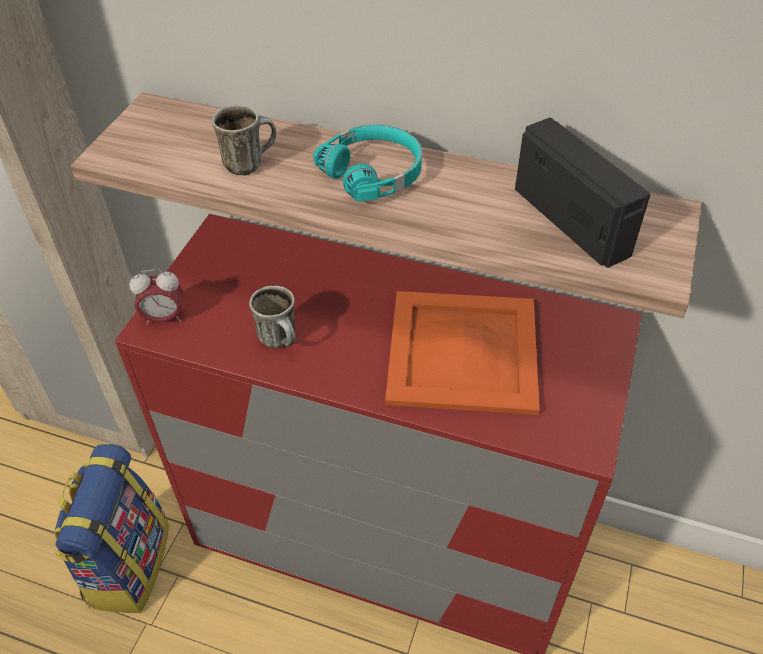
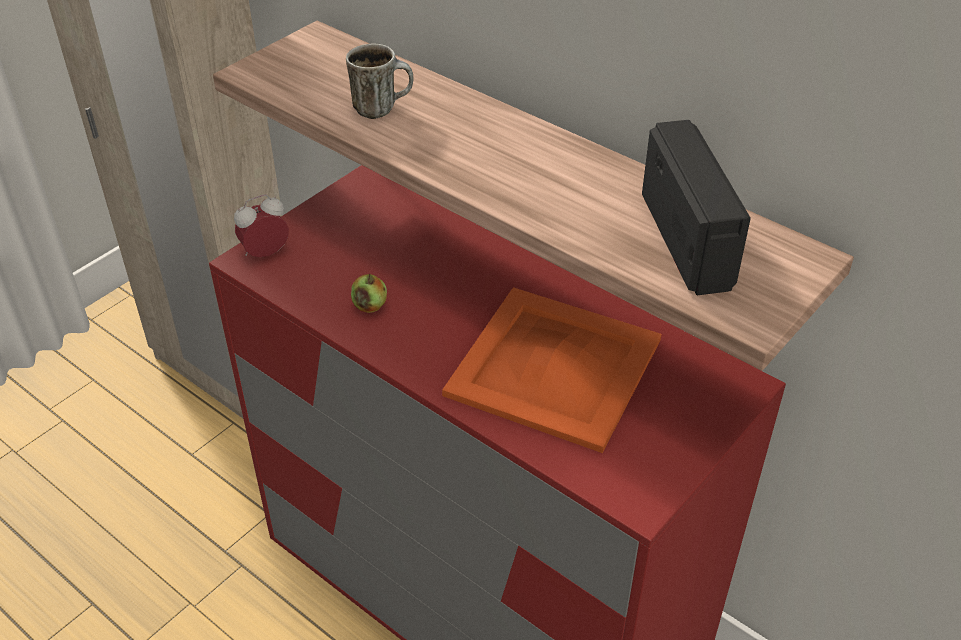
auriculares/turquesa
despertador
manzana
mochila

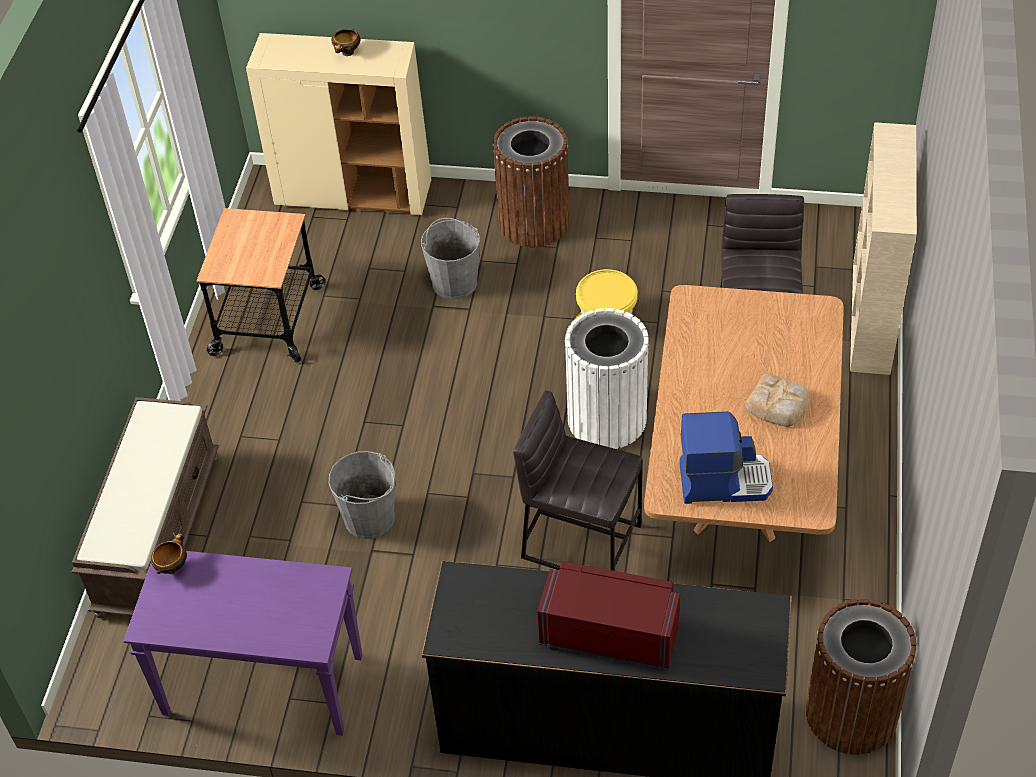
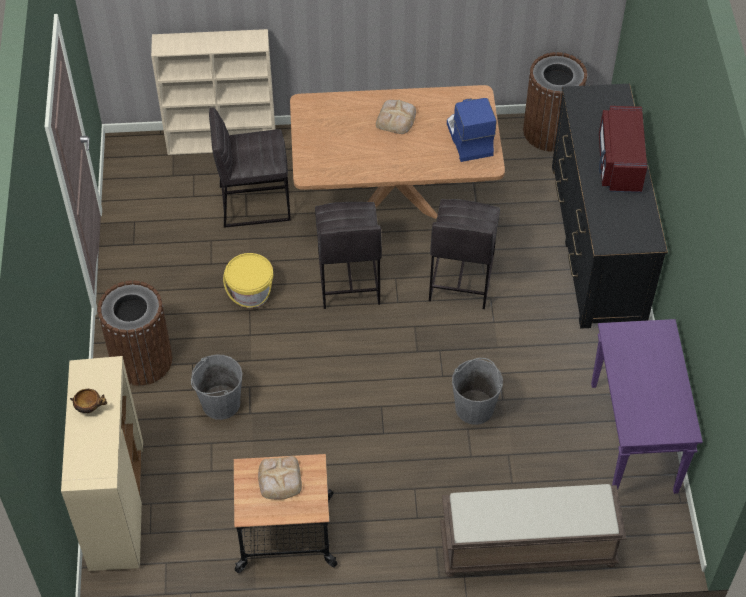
taburete/gris (2nd from left)
cuenco (1st from left in the first image)
pan (1st from left)

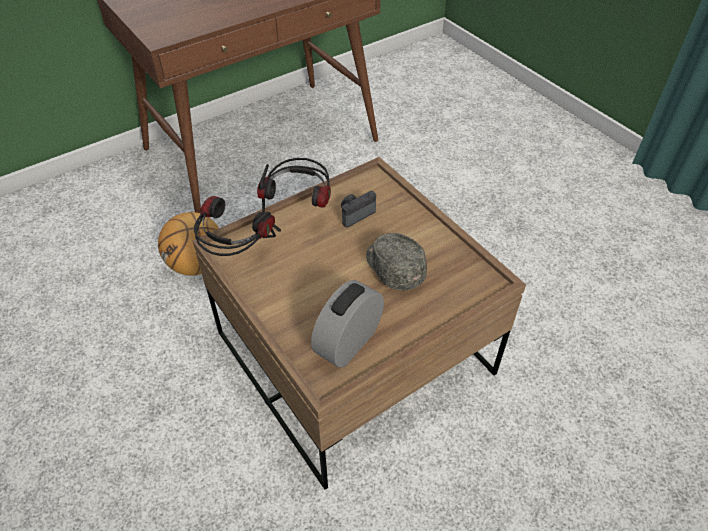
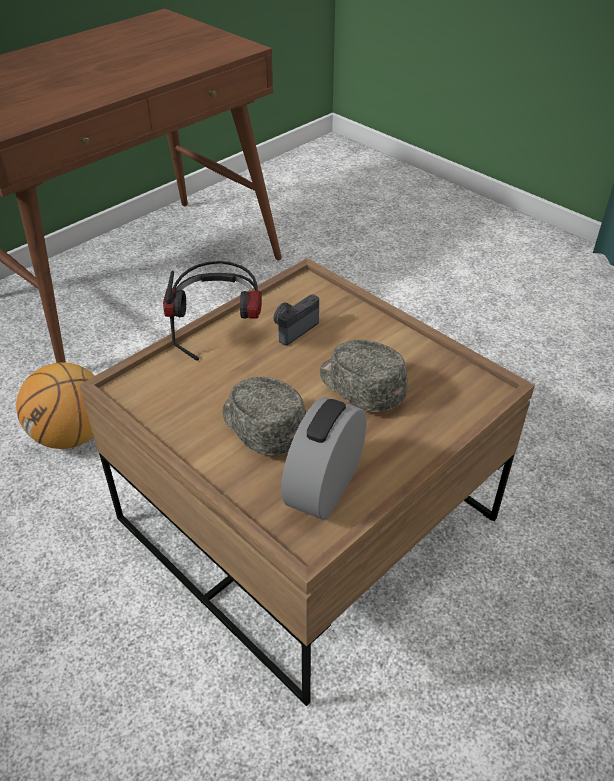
auriculares (1st from left in the first image)
gorra/gris (1st from left)

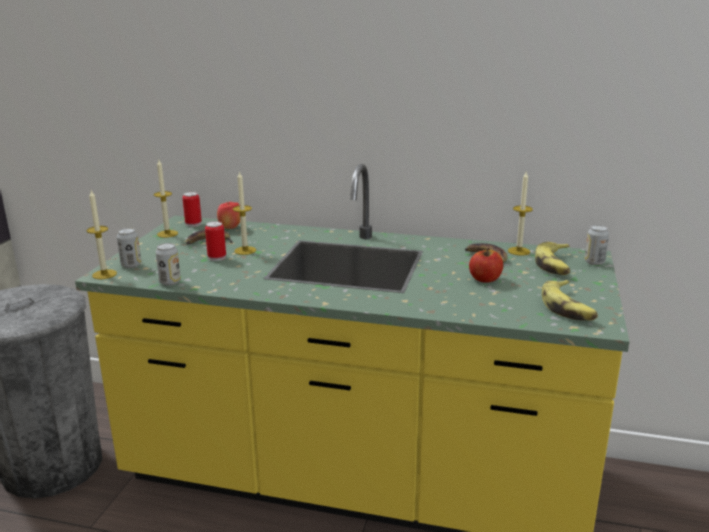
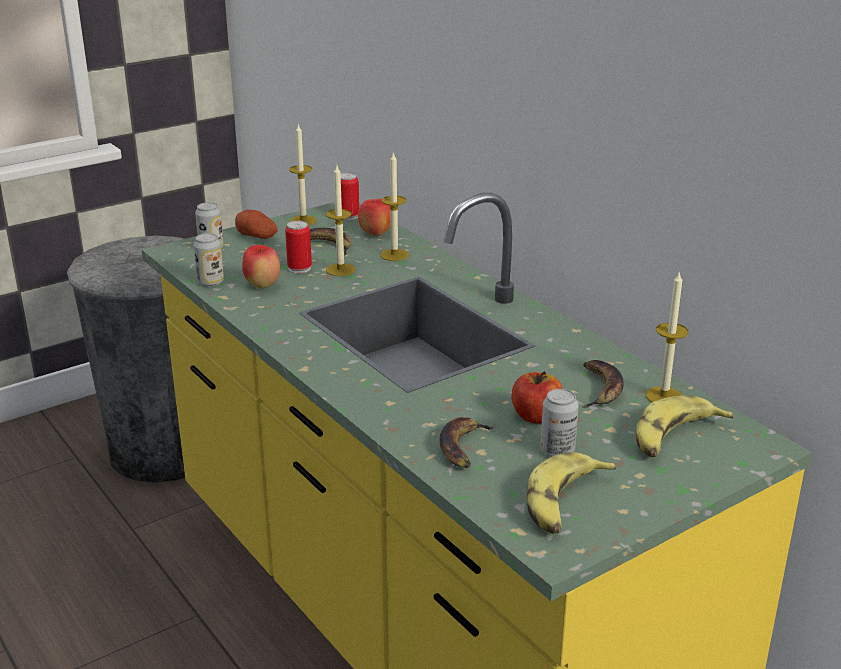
vela (3rd from left)
lata (5th from left)
patata
manzana (1st from left)
plátano (2nd from left)

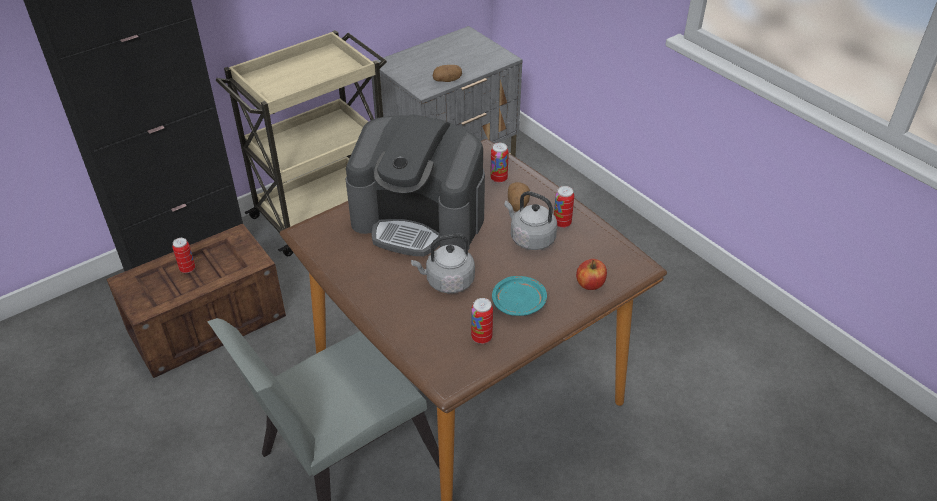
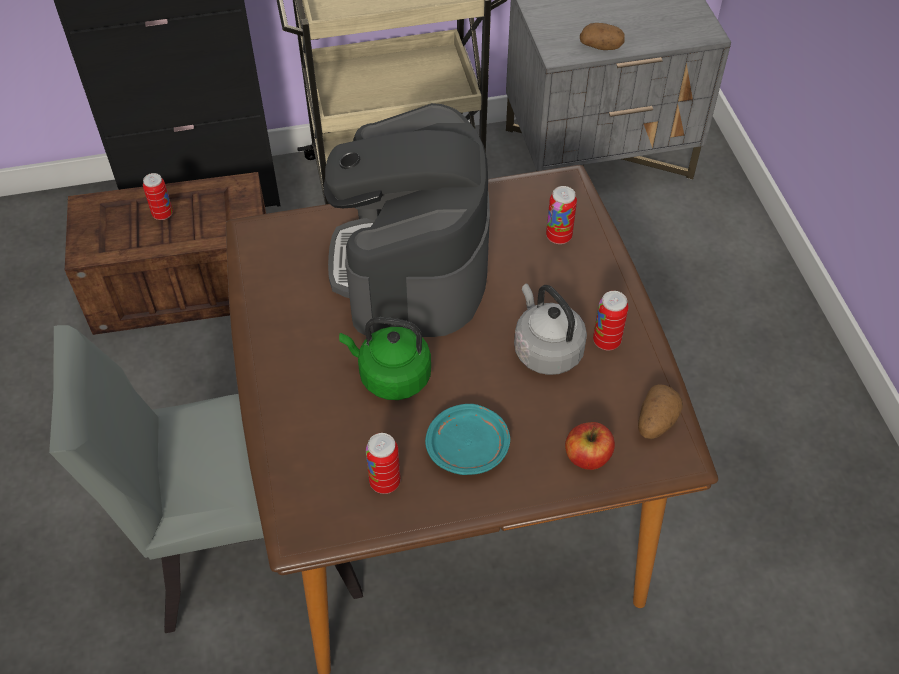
cafetera
patata (2nd from left)
hervidor/verde

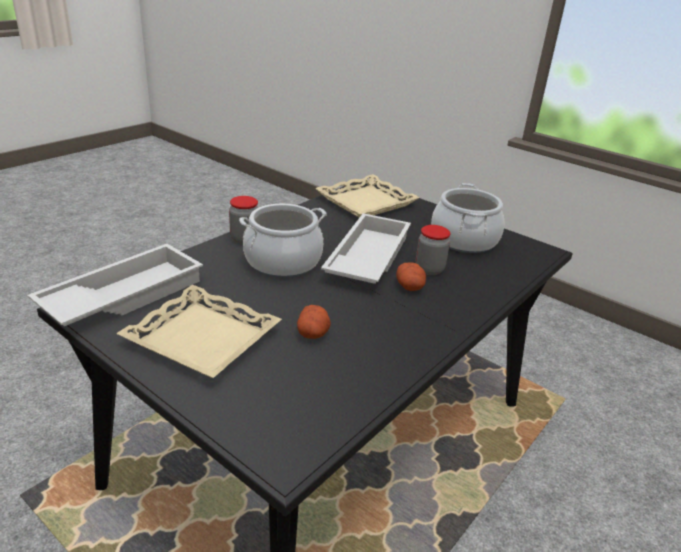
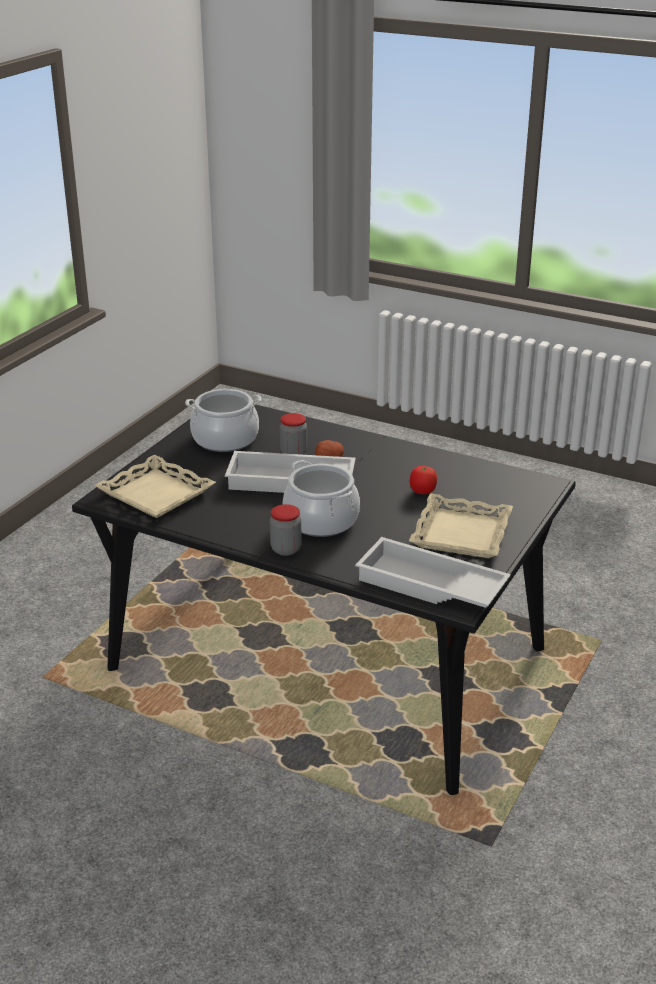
tomate

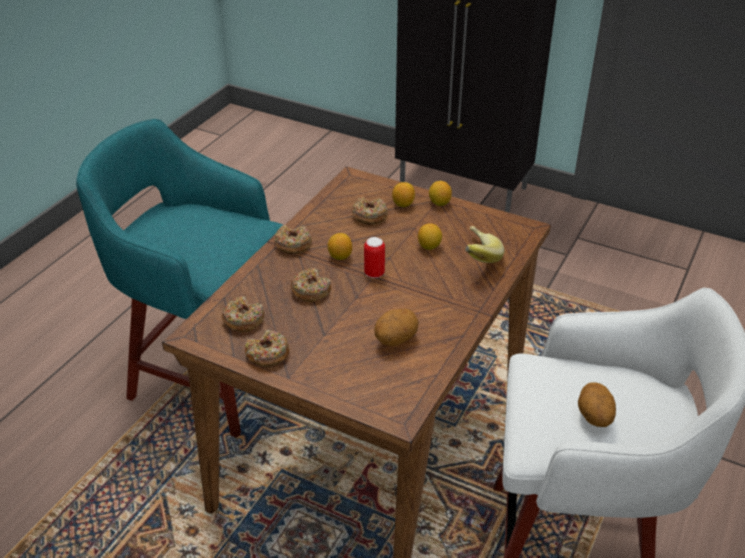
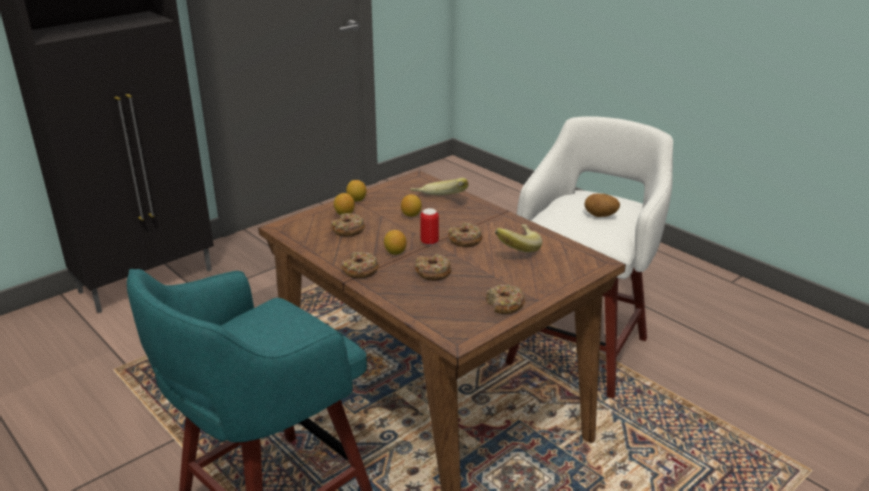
rosquilla (4th from left)
plátano (2nd from left)

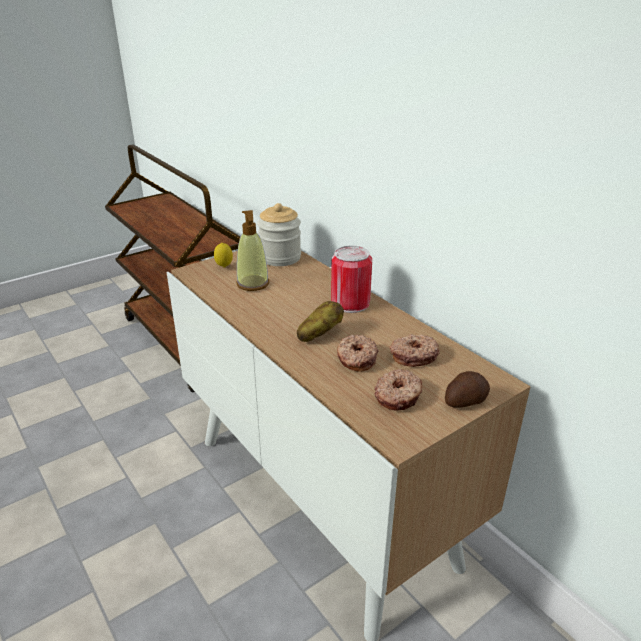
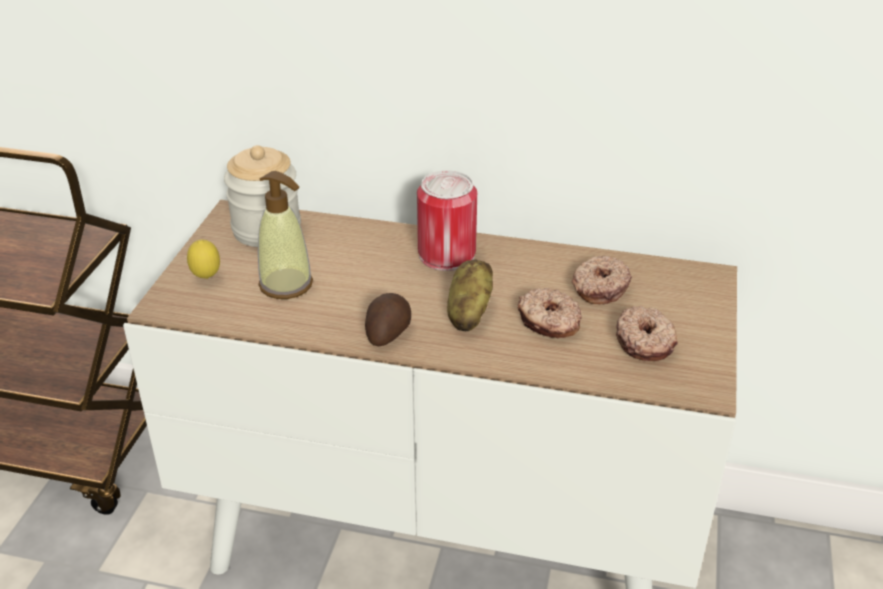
patata (1st from left)

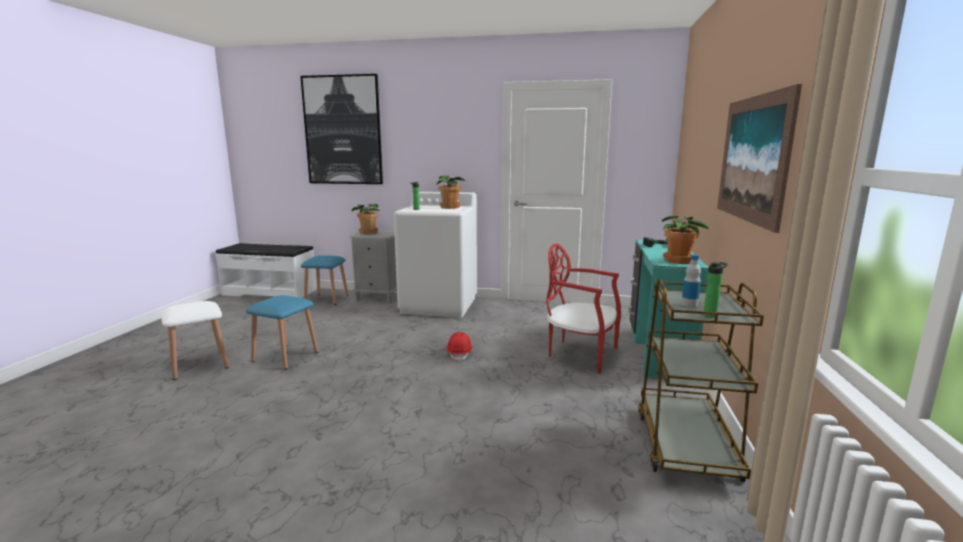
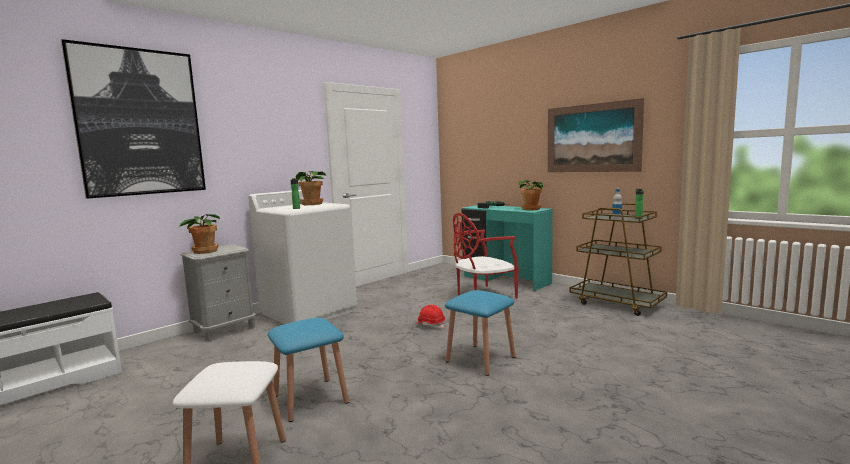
taburete/azul (2nd from left)

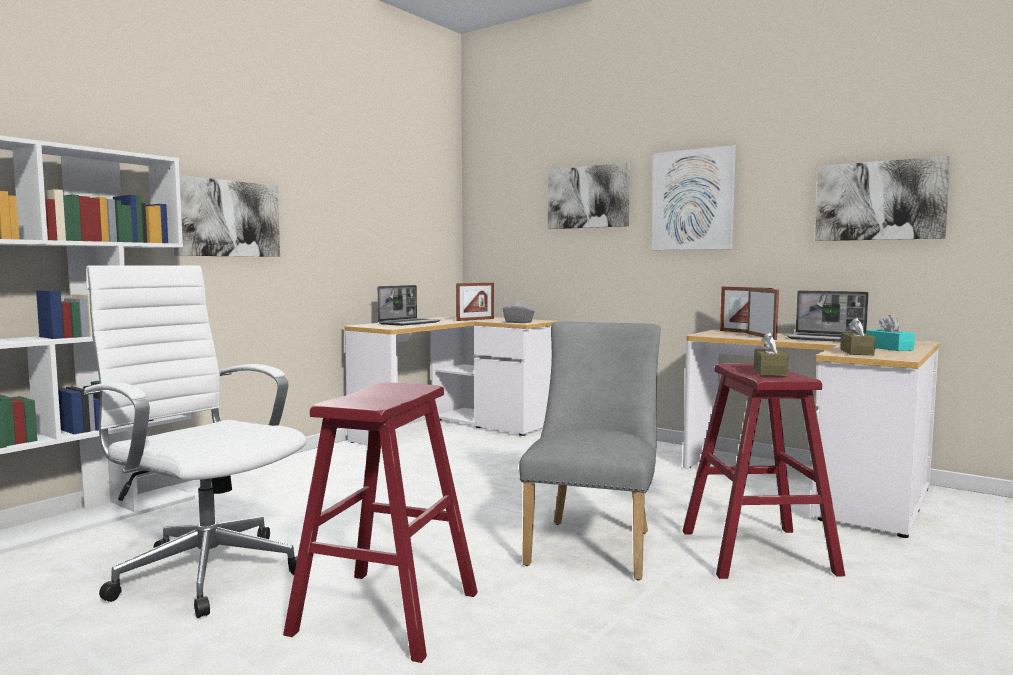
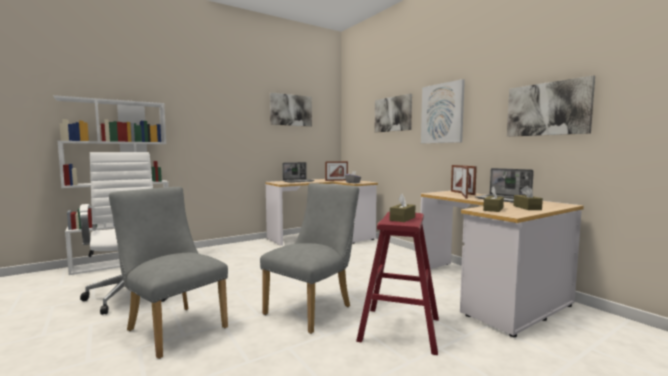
cuadro (1st from left)
caja de pañuelos/marrón (3rd from left)
silla/gris (1st from left)

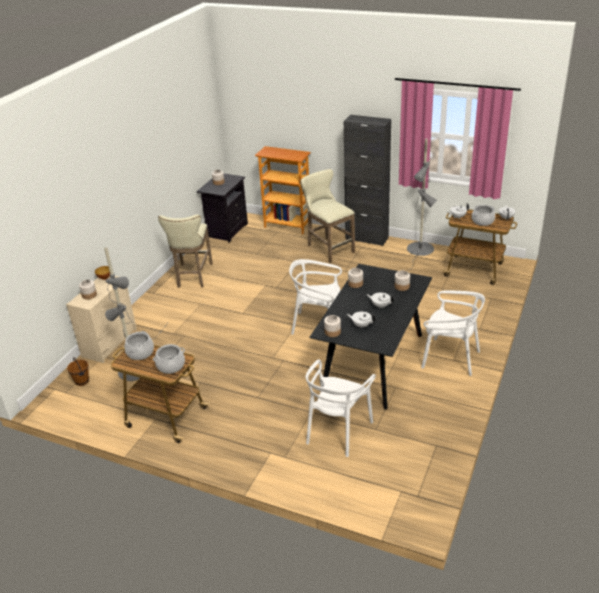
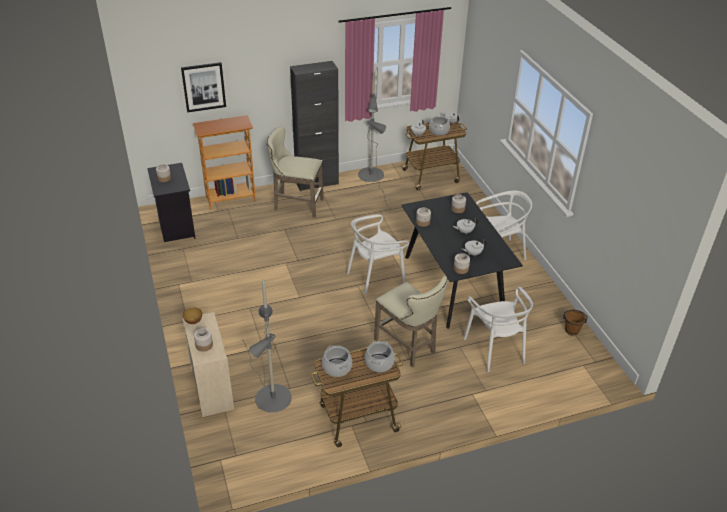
taburete/beis (2nd from left)
cubo/marrón
cuadro

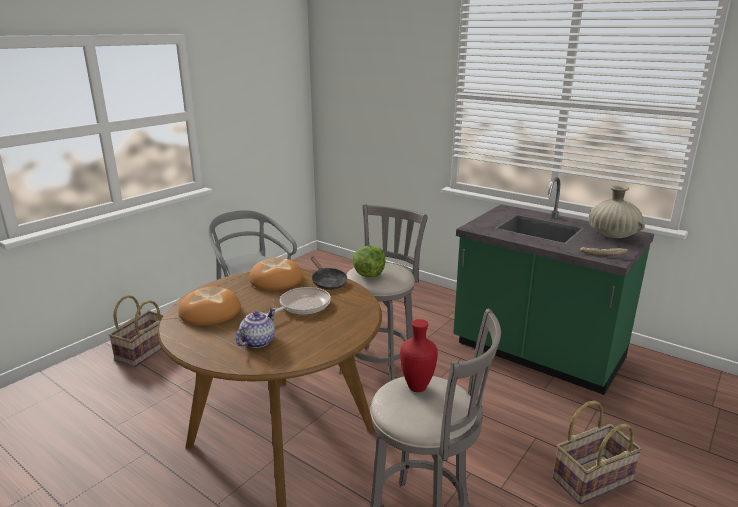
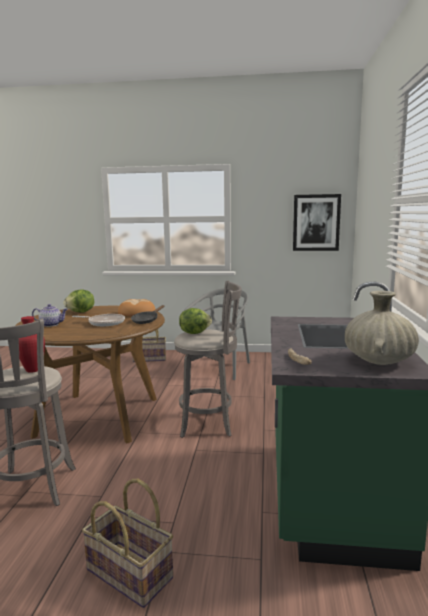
lechuga (1st from left)
cuadro

